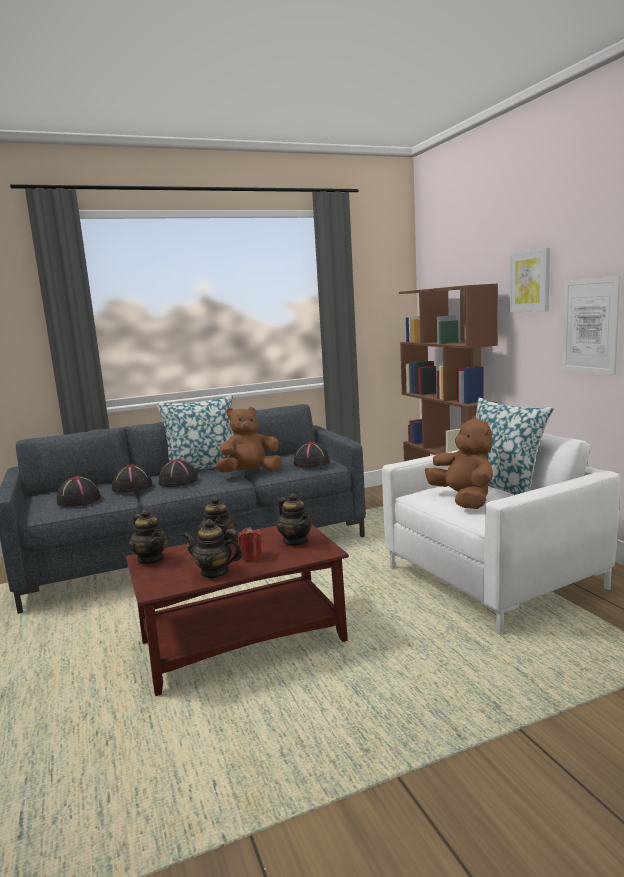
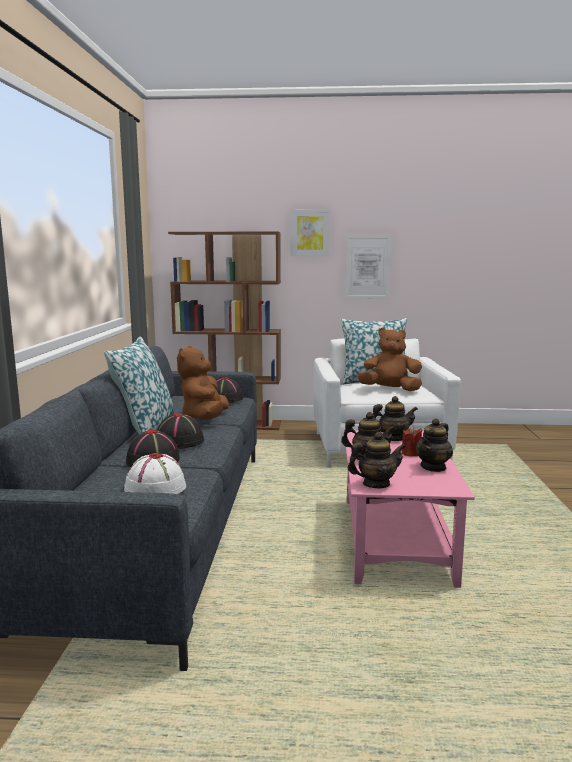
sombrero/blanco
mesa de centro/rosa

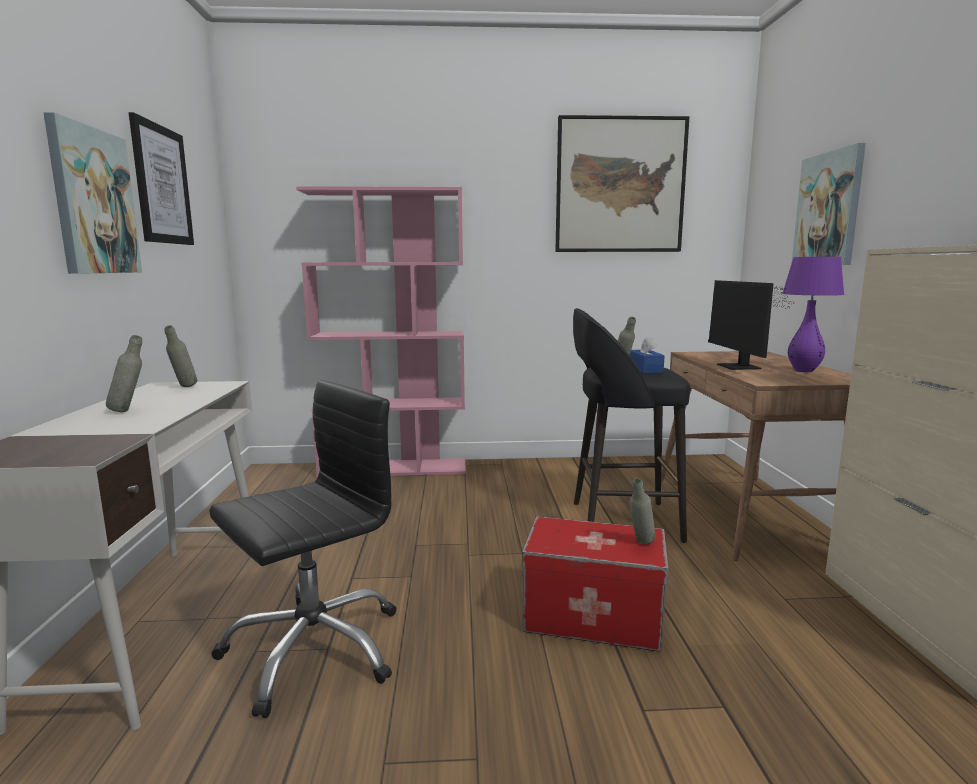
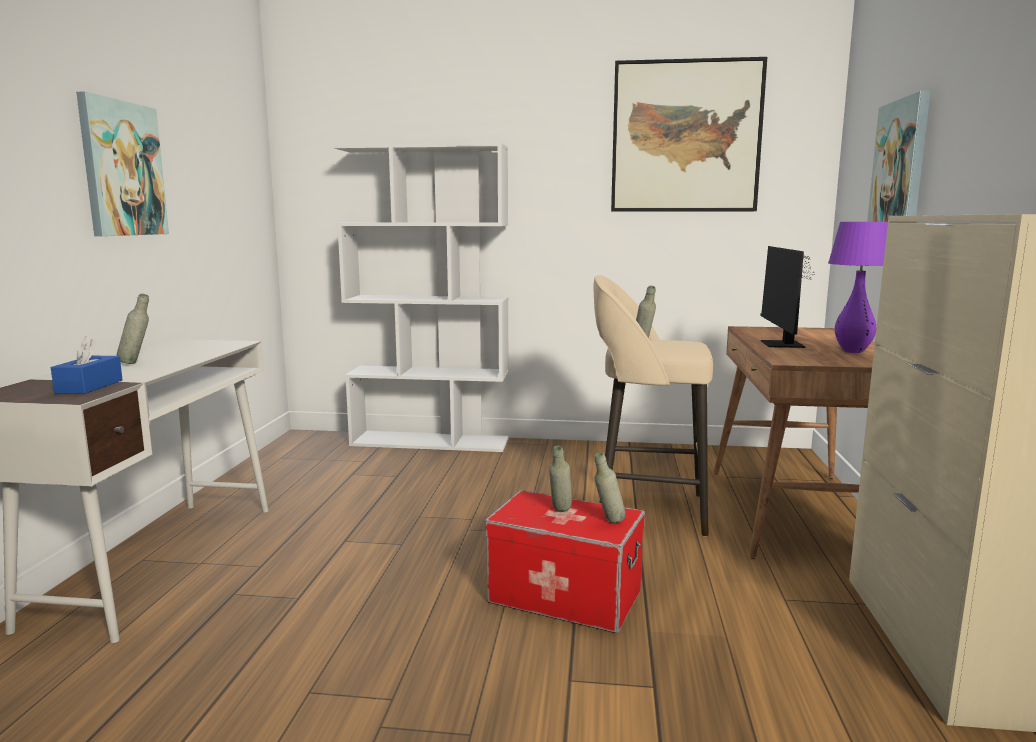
cuadro (2nd from left in the first image)
estantería/blanco
taburete/beis
botella/gris (2nd from left)
caja de pañuelos/azul
silla de oficina/negro

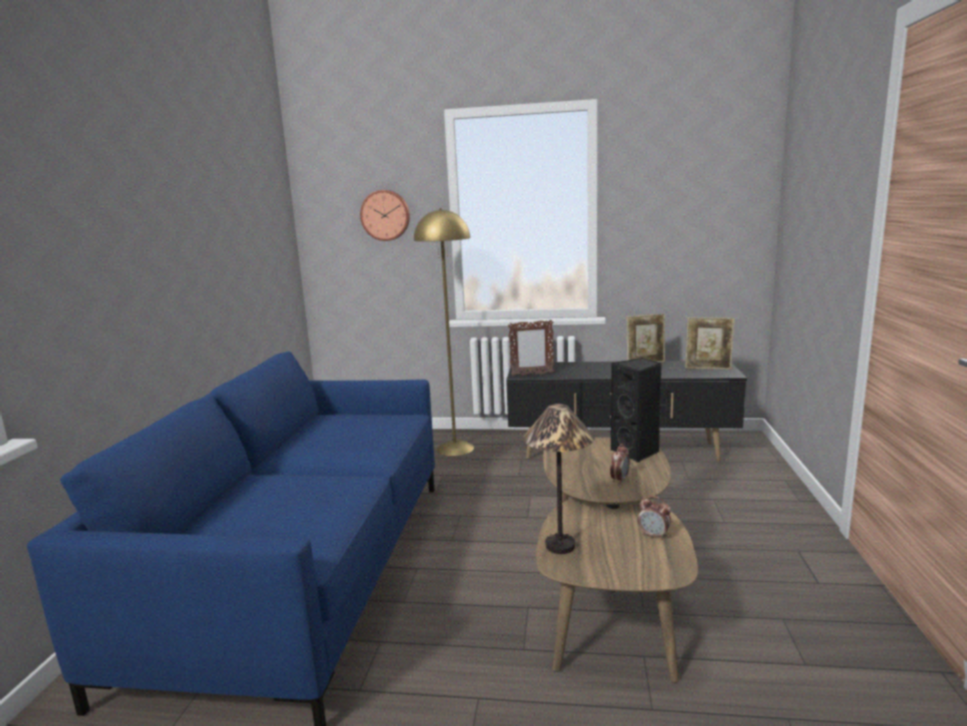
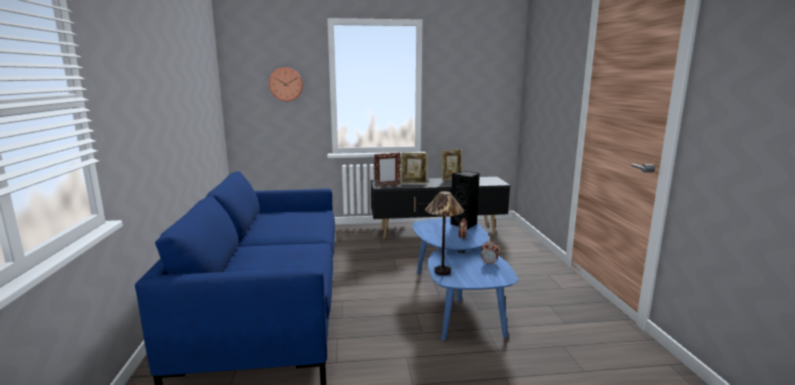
lámpara de pie/amarillo
portarretratos (2nd from left)
mesa de centro/azul

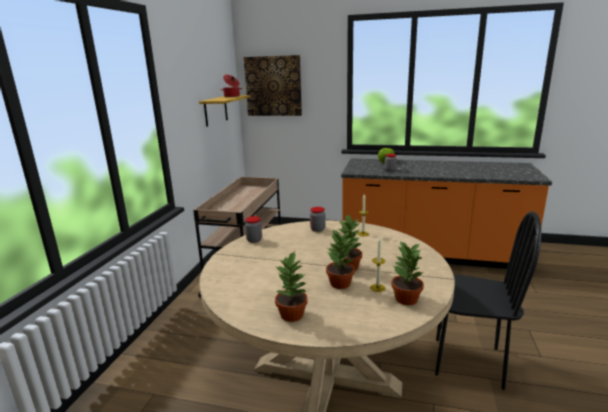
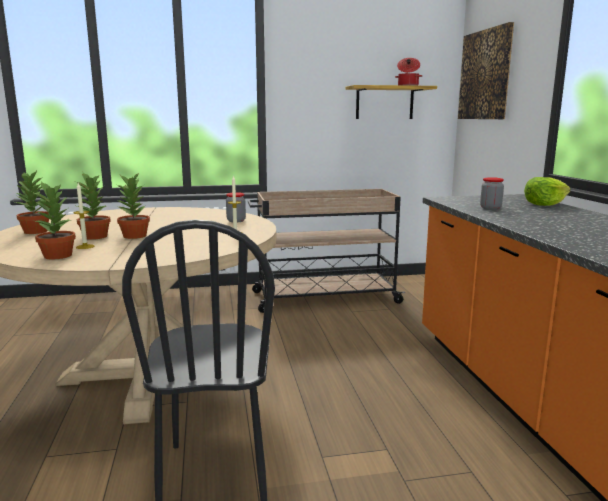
tarro (1st from left in the first image)

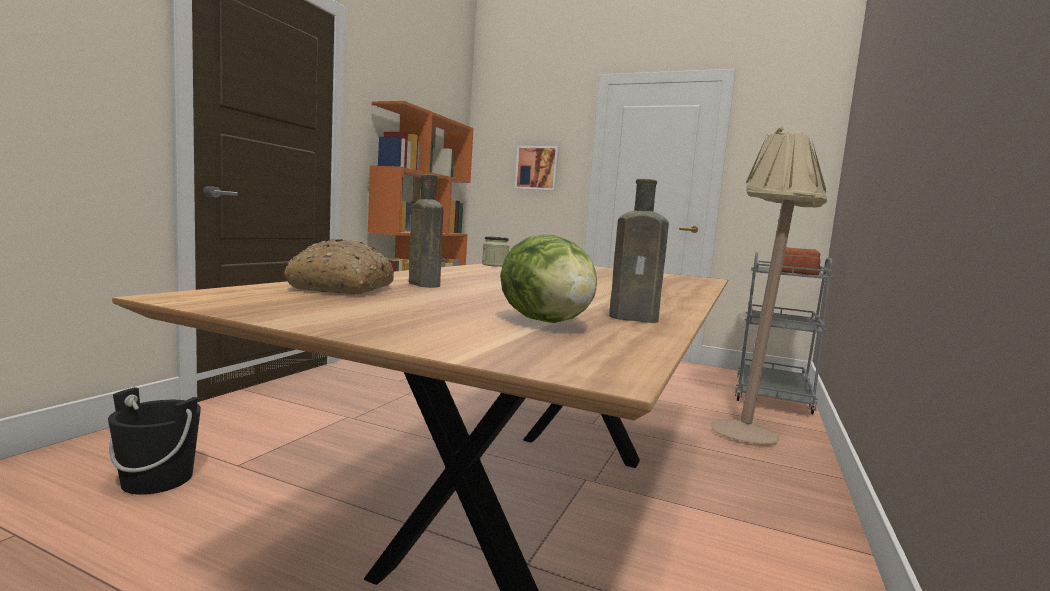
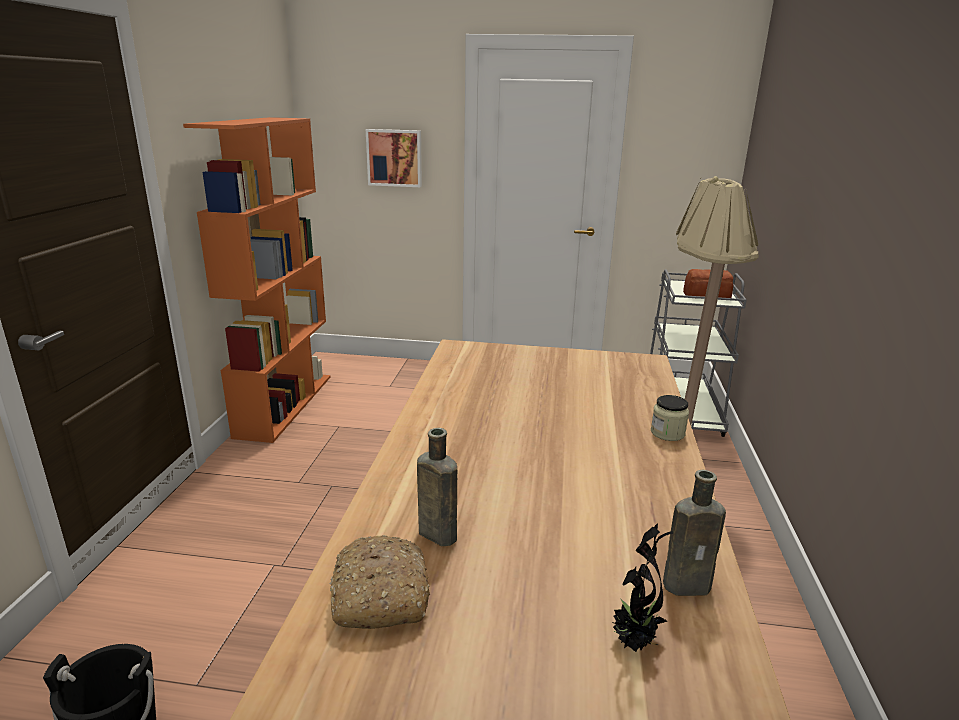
planta en maceta
tarro

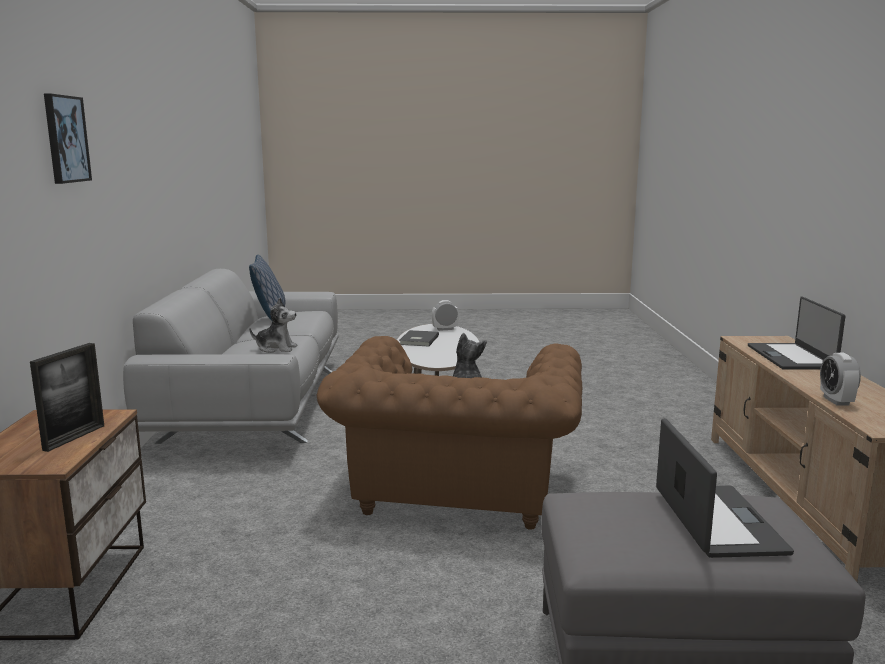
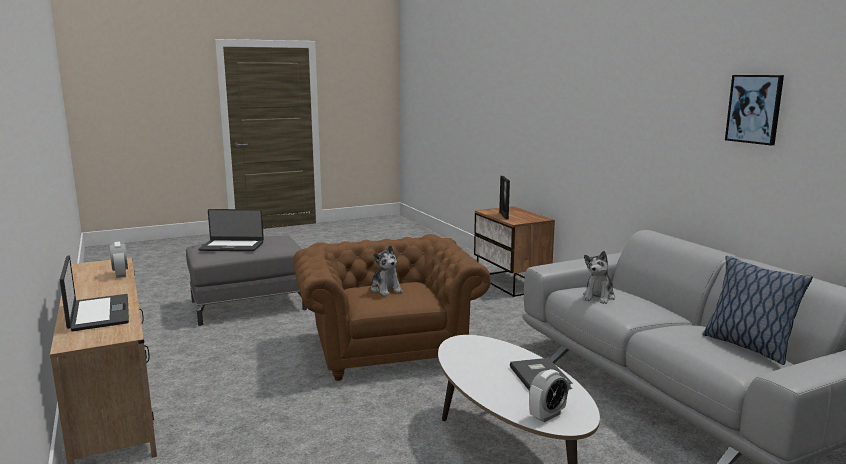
cuadro
peluche (2nd from left)
portátil (2nd from left)

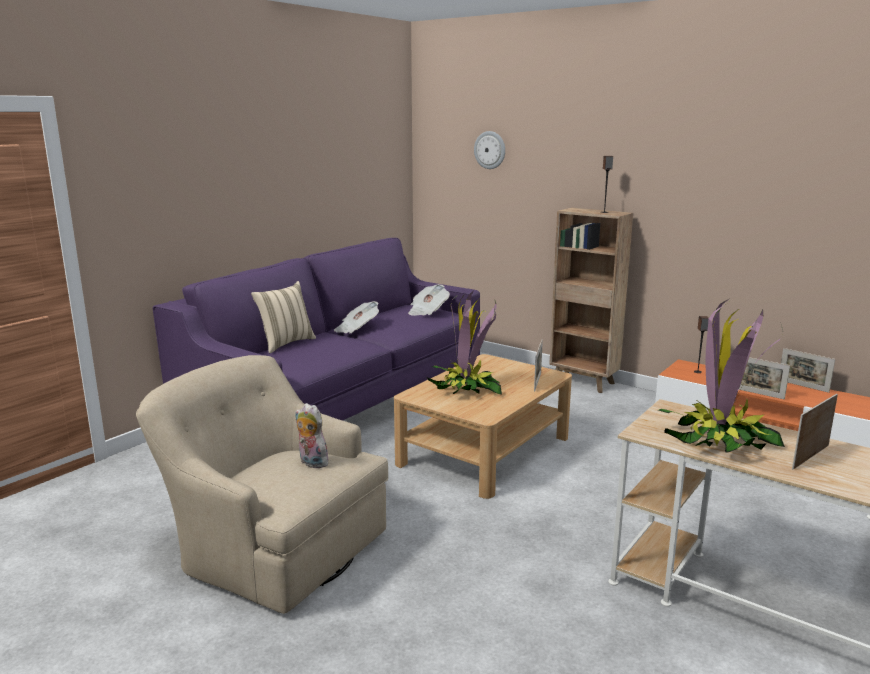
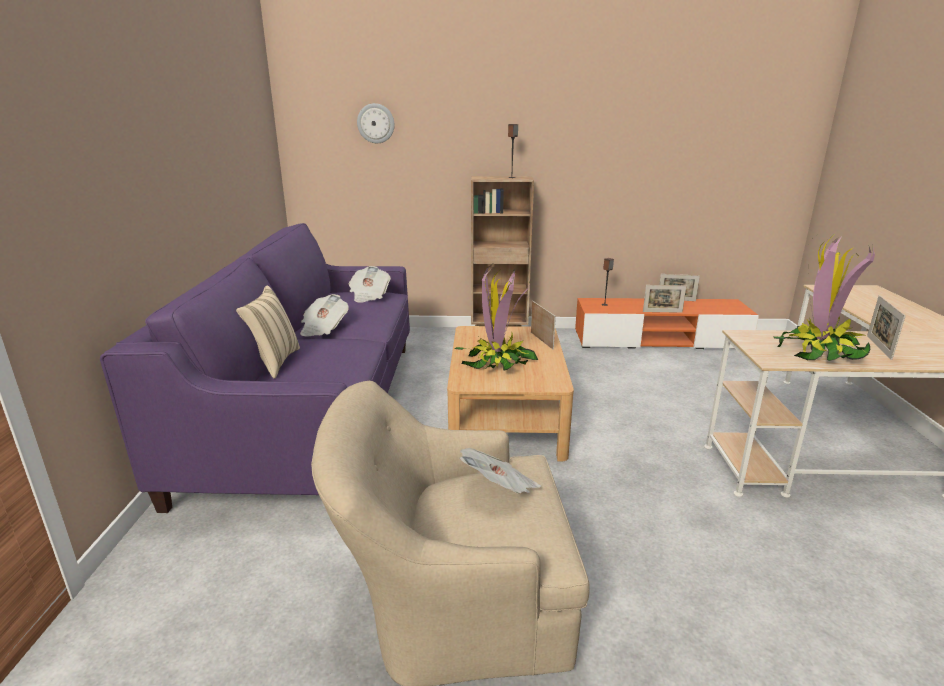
periódico (3rd from left)

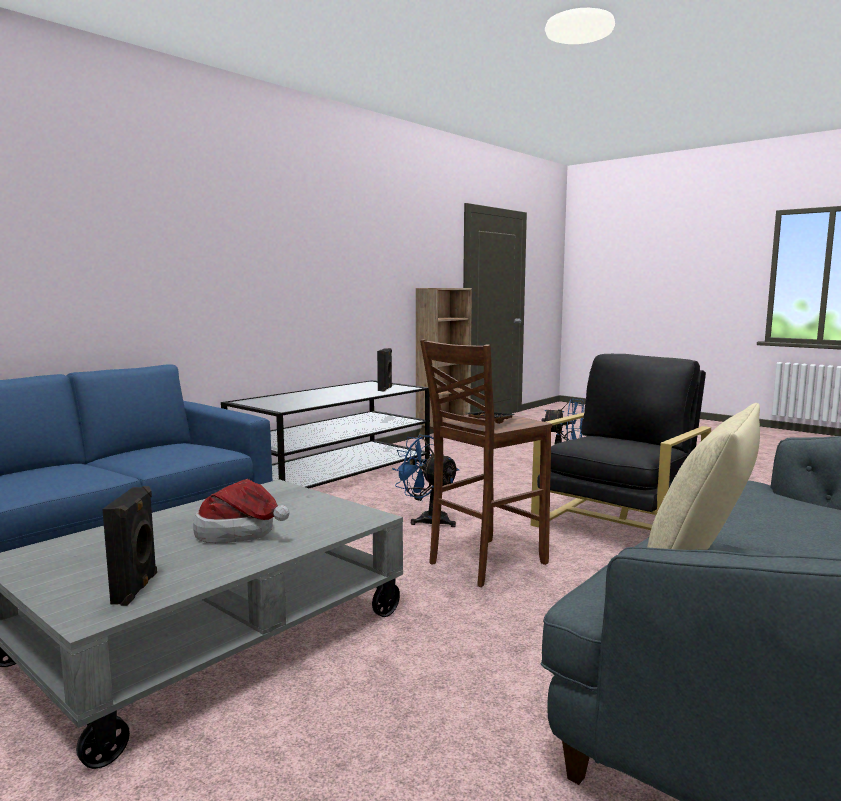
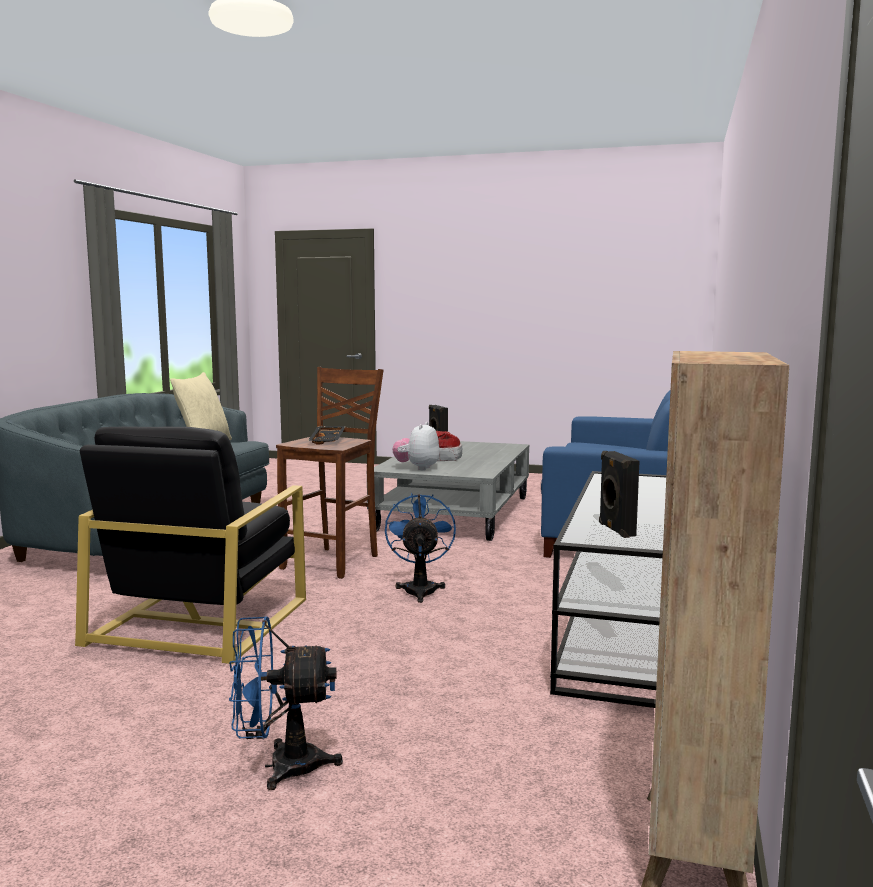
ventilador/azul (2nd from left)
peluche

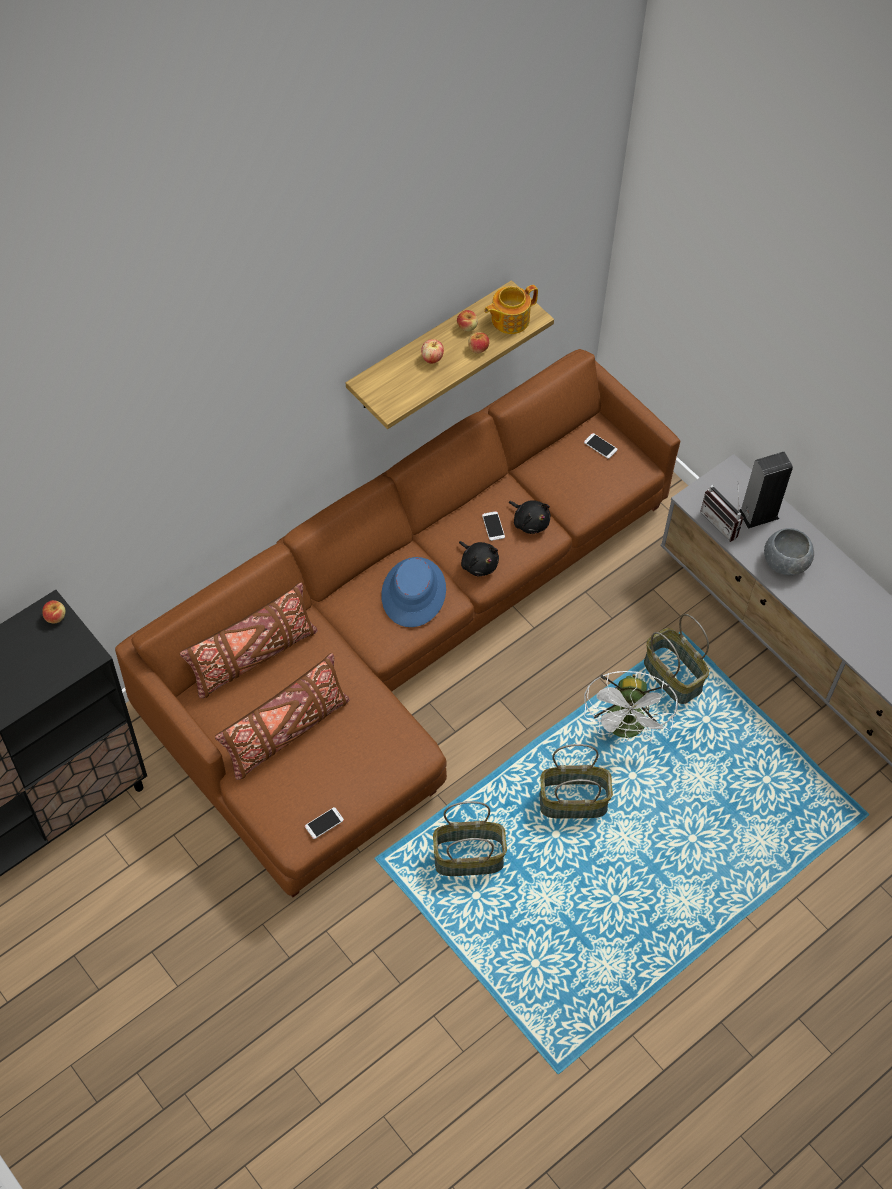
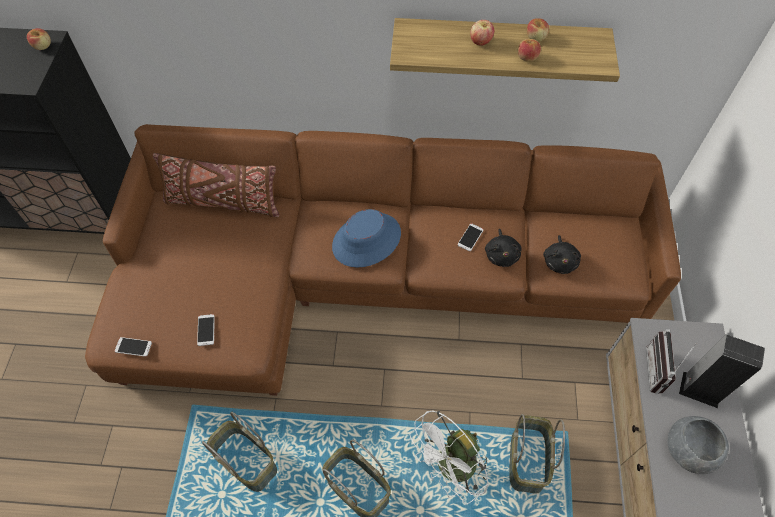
tetera
móvil (2nd from left)
peluche/negro (2nd from left)
cojín/marrón (2nd from left in the first image)

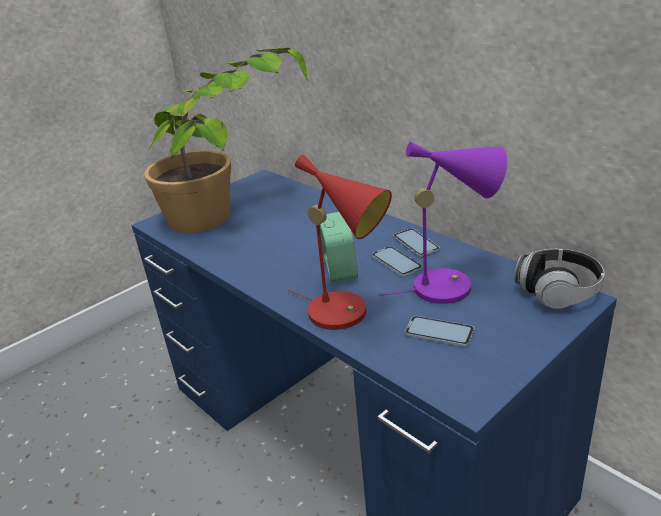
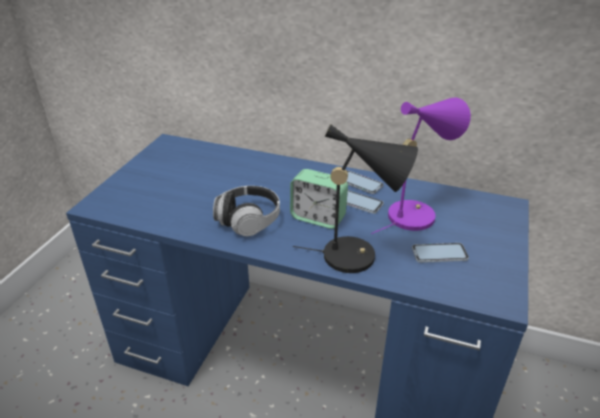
planta en maceta
lámpara de mesa/negro
despertador
auriculares

